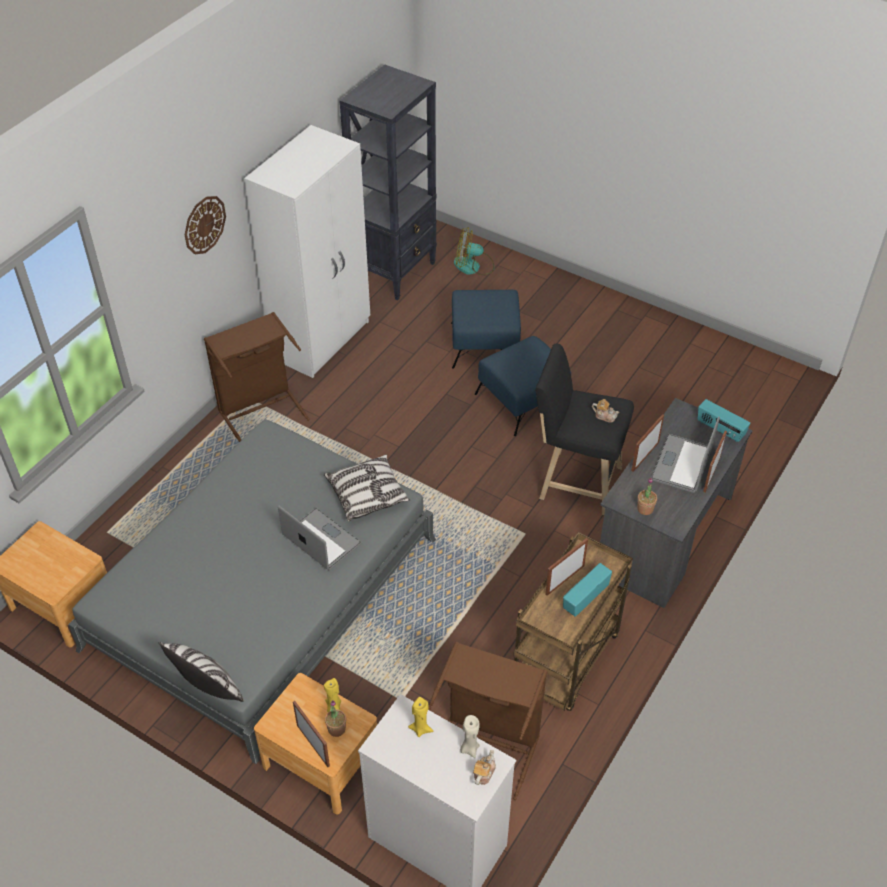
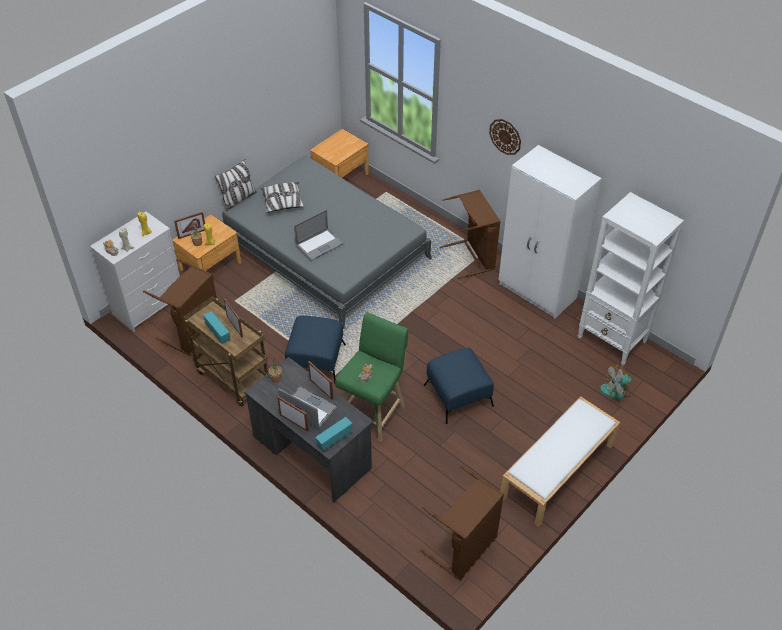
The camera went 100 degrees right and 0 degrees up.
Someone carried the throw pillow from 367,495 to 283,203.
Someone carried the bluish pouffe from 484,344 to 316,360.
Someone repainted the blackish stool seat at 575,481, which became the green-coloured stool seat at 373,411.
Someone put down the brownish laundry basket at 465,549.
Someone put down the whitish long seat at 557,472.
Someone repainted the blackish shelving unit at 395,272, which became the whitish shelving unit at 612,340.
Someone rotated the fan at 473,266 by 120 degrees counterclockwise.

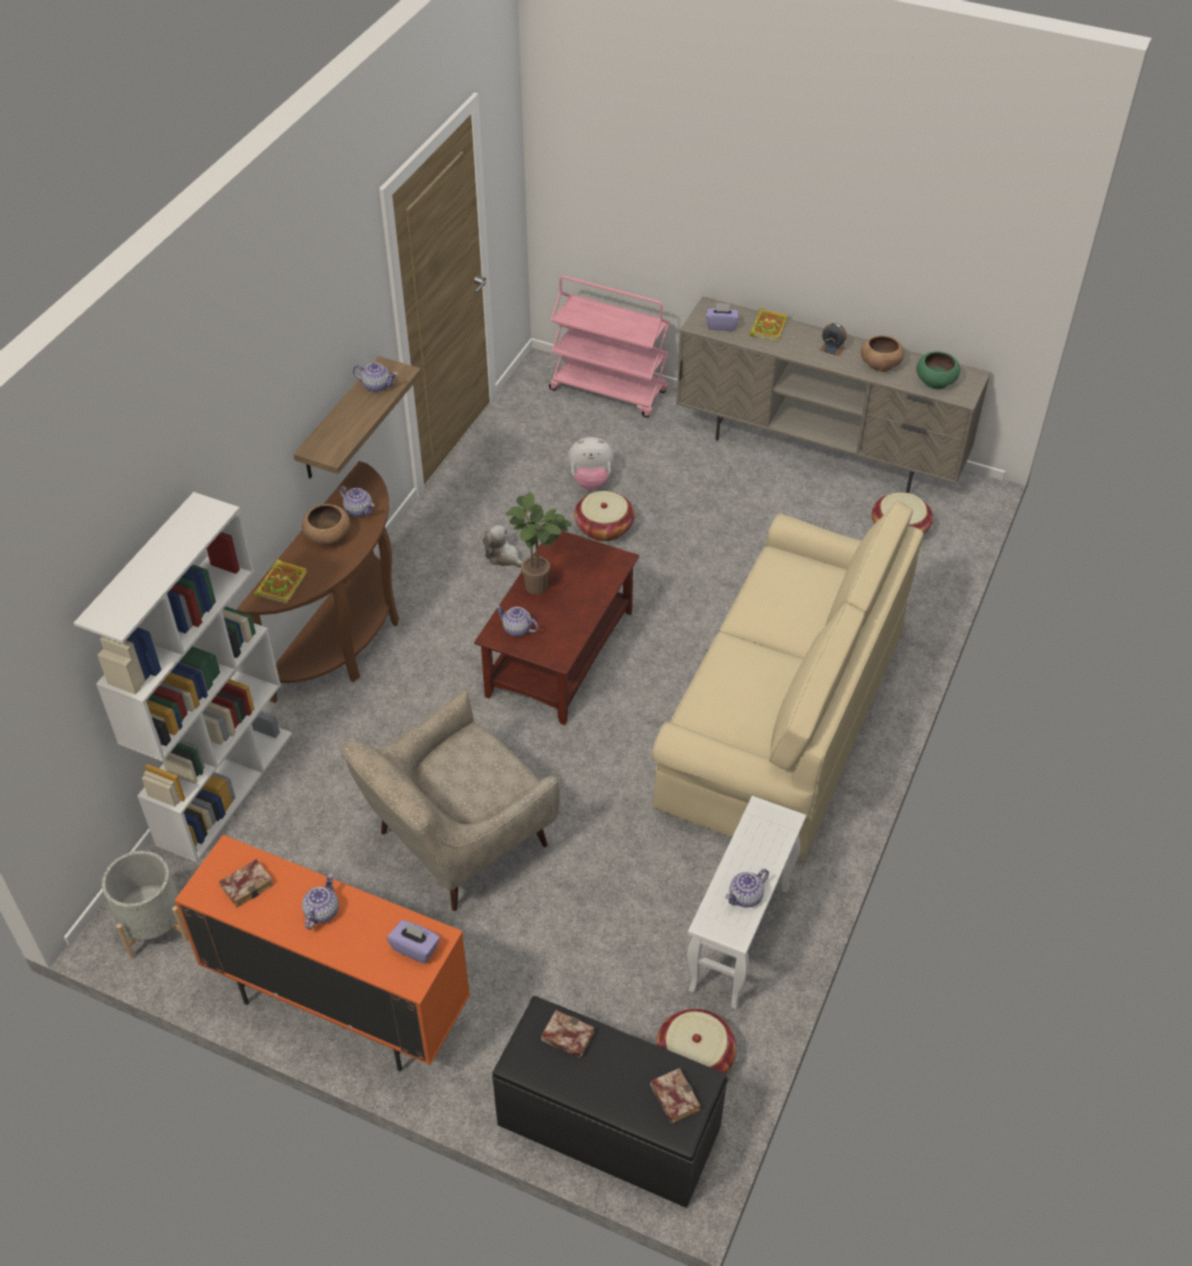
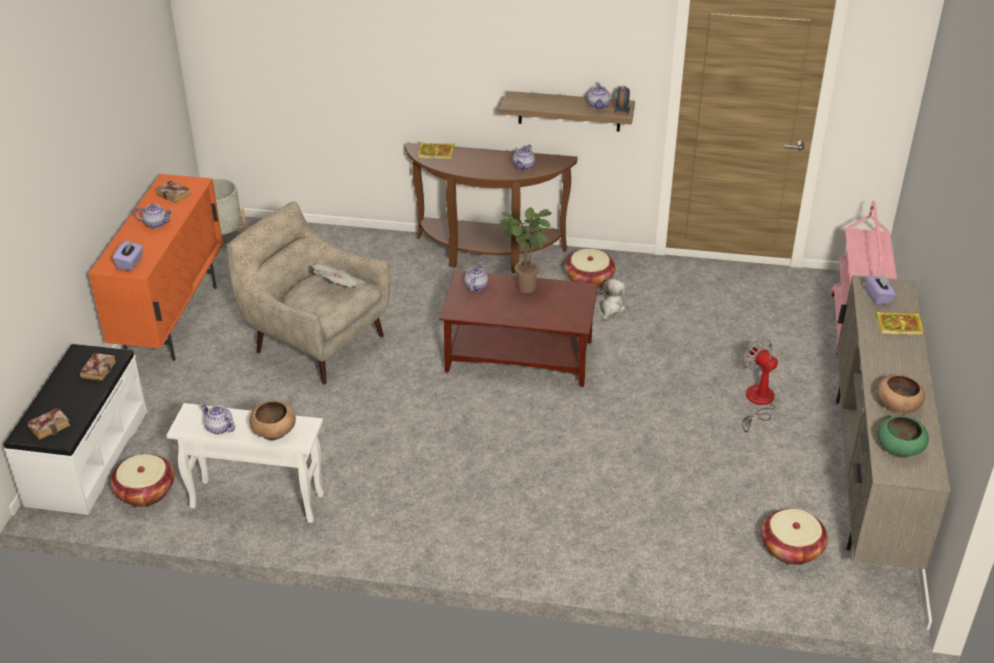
The camera went 75 degrees right and 10 degrees down.
Someone repainted the blackish long seat at 608,1127, which became the whitish long seat at 86,457.
Someone carried the brownish bowl from 328,536 to 274,432.
Someone put down the daily paper at 340,286.
Someone carried the household basket from 604,527 to 589,280.
Someone carried the bedside clock from 832,348 to 621,110.
Someone put down the fan at 758,402.
Someone took away the whitish shelving unit at 225,787.
Someone took away the plush toy at 590,481.
Someone took away the beige sofa at 781,718.

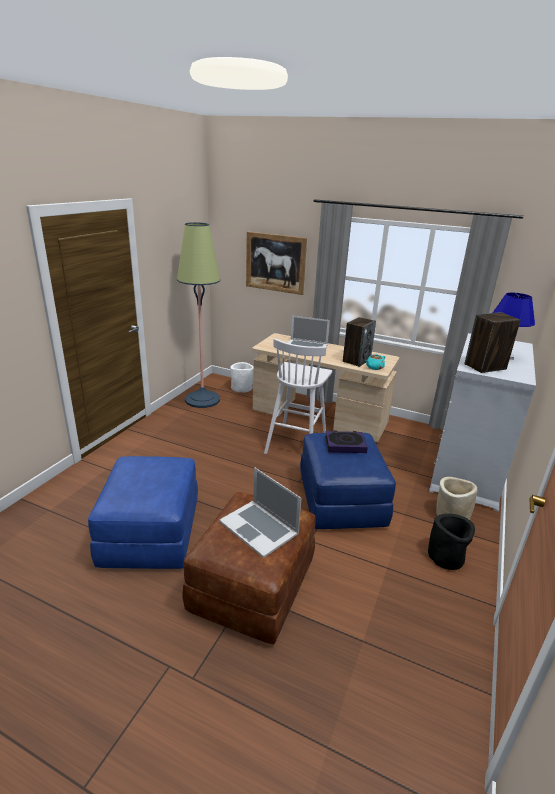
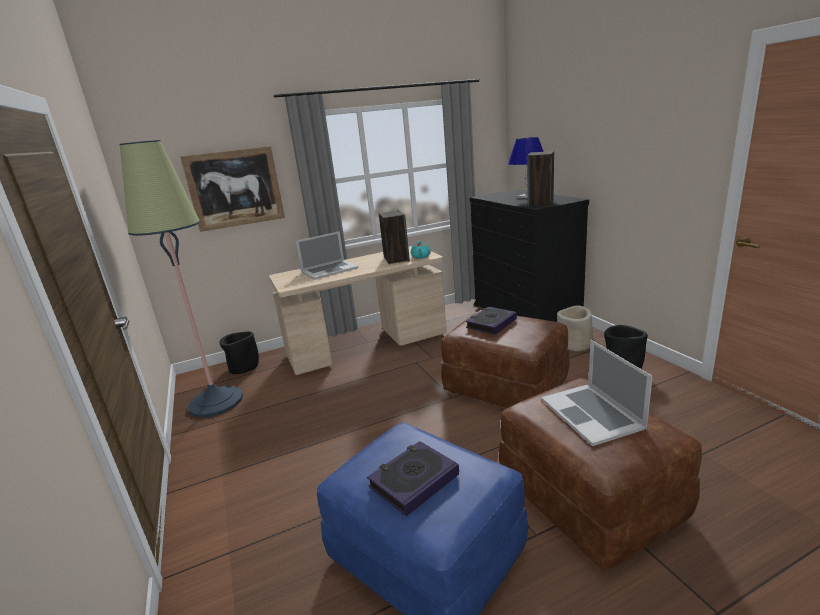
The camera went 45 degrees left and 5 degrees down.
Someone repainted the whitish flower pot at 242,388, which became the blackish flower pot at 244,367.
Someone put down the book at 413,481.
Someone repainted the bluish pouffe at 341,501, which became the brownish pouffe at 506,385.
Someone repainted the whitish chest of drawers at 467,469, which became the blackish chest of drawers at 526,314.
Someone rotated the notebook computer at 259,527 by 75 degrees clockwise.
Someone took away the whitish stool seat at 296,443.

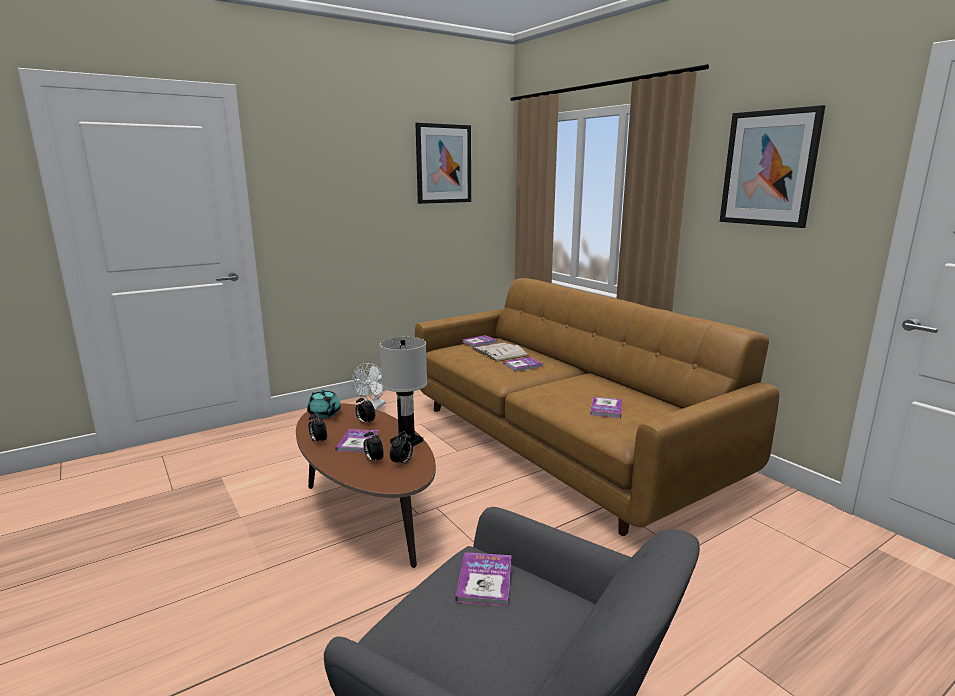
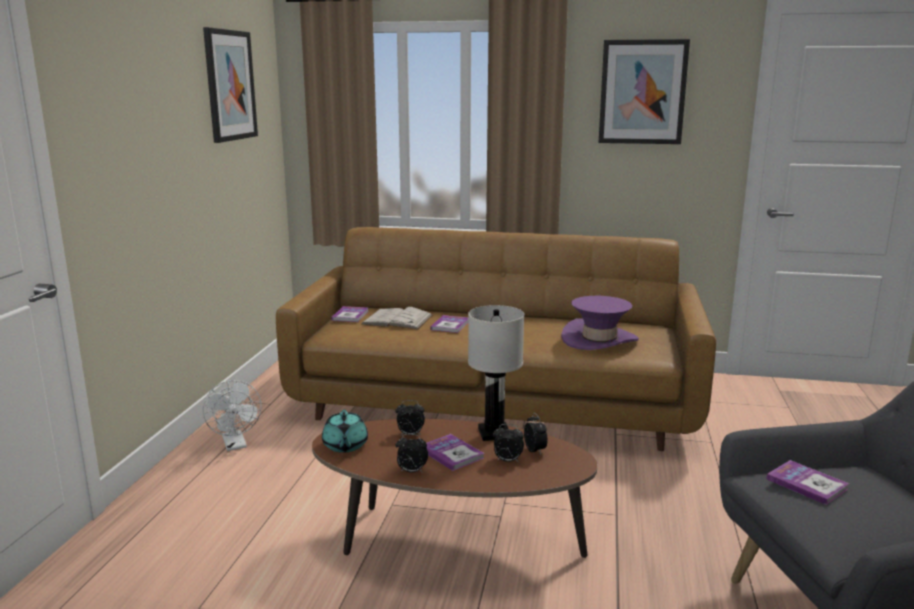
The camera went 45 degrees left and 0 degrees up.
Someone rotated the blue-green tea pot at 324,414 by 75 degrees clockwise.
Someone swapped the book at 606,408 for the purple clothing hat at 599,339.

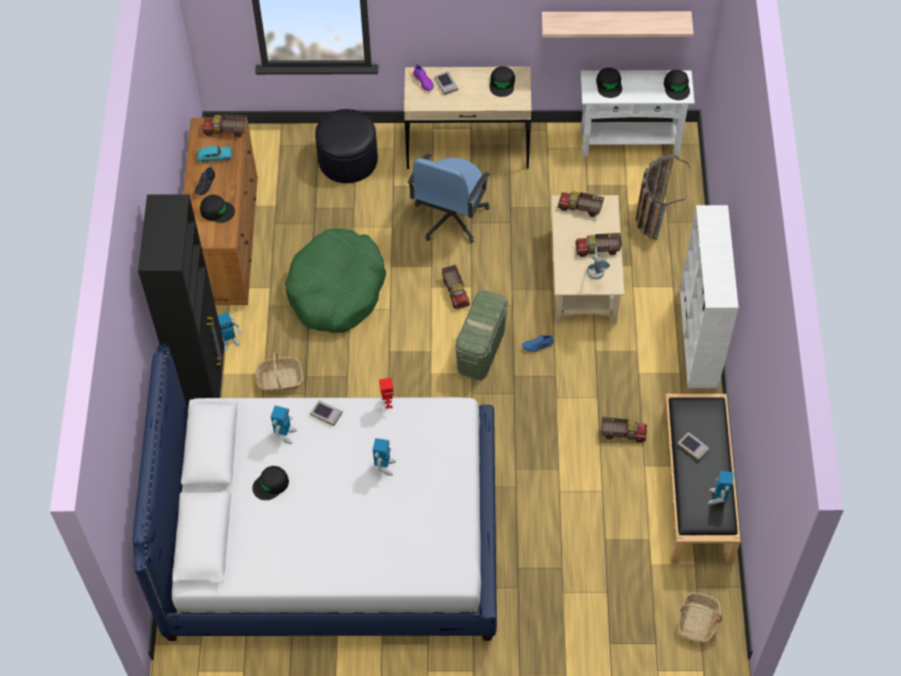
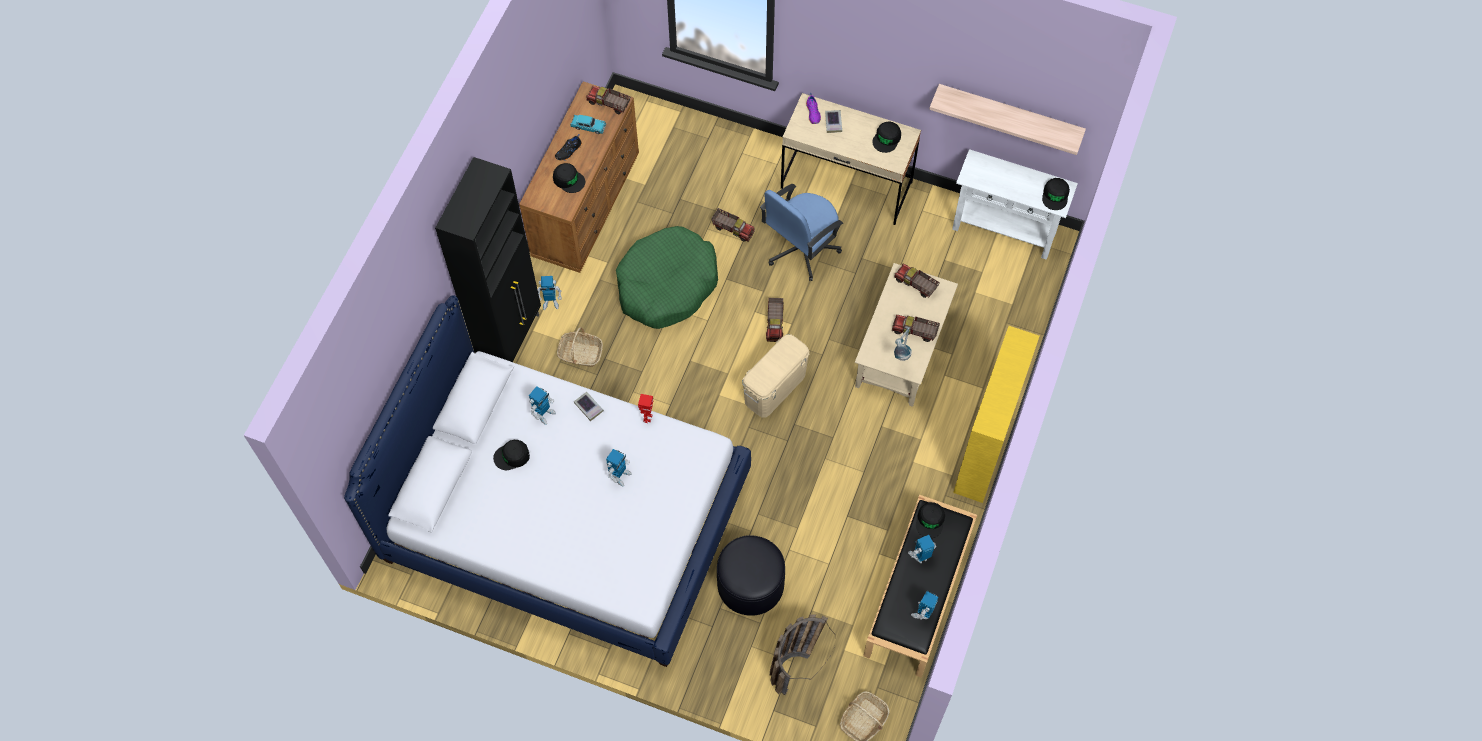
The camera went 20 degrees right and 5 degrees up.
Someone carried the toy truck from 623,433 to 733,229.
Someone carried the blackish pouffe from 347,160 to 750,584.
Someone repainted the green-coloured storage box at 481,350, which became the beige storage box at 775,388.
Someone carried the household basket from 654,214 to 796,662.
Someone swapped the book at 693,447 for the toy robot at 920,556.
Someone carried the blackish baseball cap from 609,85 to 930,521.
Someone repainted the whitish shelving unit at 699,339, which became the yellowish shelving unit at 985,448.
Someone took away the bluish shoe at 538,346.

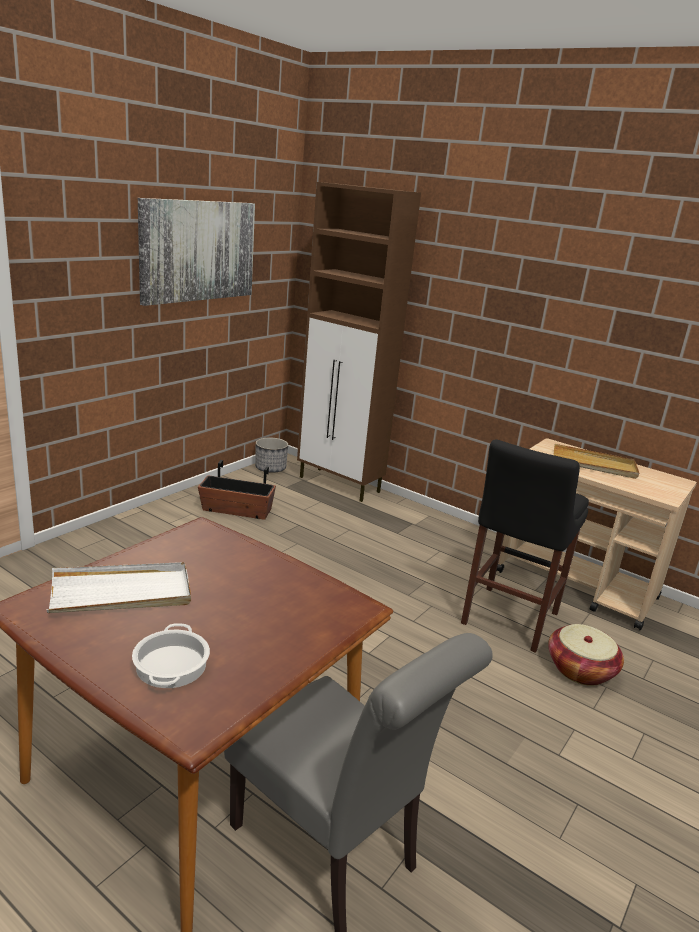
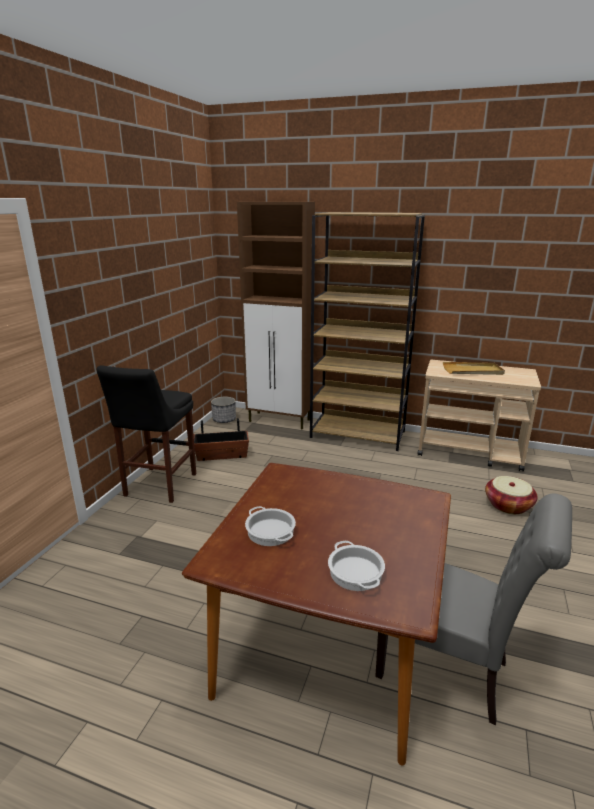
The camera went 15 degrees left and 0 degrees up.
Someone carried the blackish stool seat from 507,620 to 158,486.
Someone swapped the whitish serving tray at 121,593 for the cooking pot at 271,531.
Someone put down the brownish shelving unit at 358,434.
Someone took away the wall picture at 198,251.

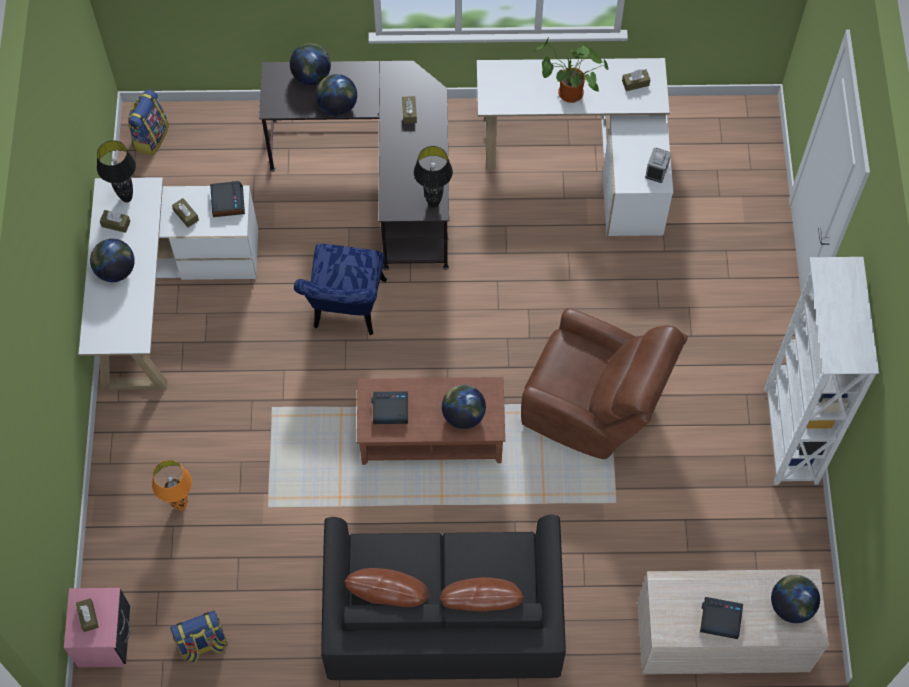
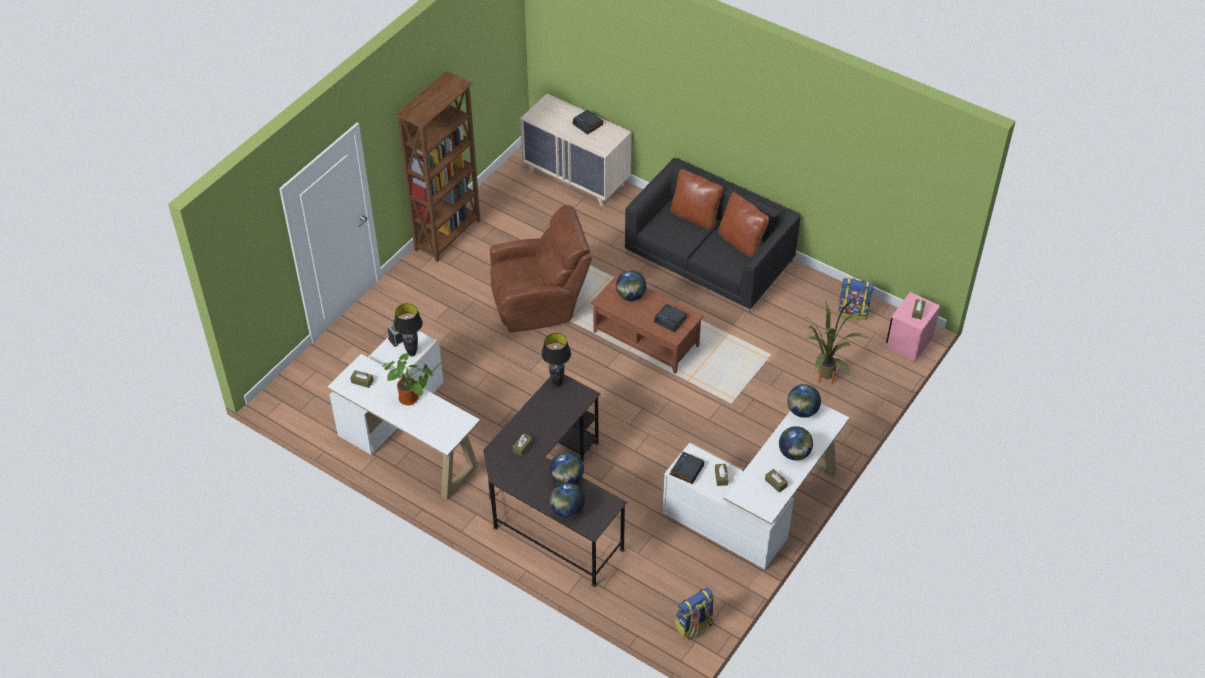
The camera went 145 degrees left and 15 degrees down.
Someone carried the blackish tabletop lamp from 127,198 to 411,353.
Someone repainted the whitish shelving unit at 789,437, which became the brownish shelving unit at 448,235.
Someone rotated the brownish armchair at 593,407 by 105 degrees clockwise.
Someone carried the globe from 791,605 to 802,411.
Someone swapped the orange-coloured tabletop lamp at 181,506 for the potted plant at 823,382.
Someone took away the bluish plain chair at 346,310.

